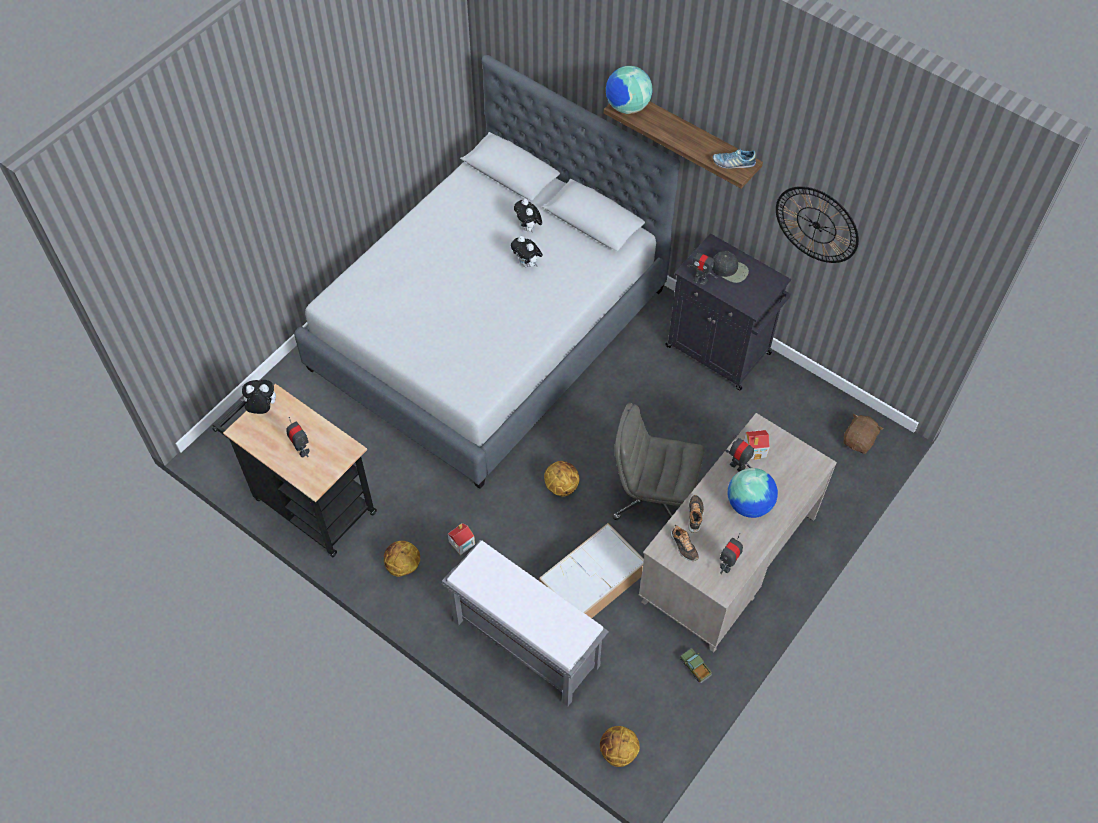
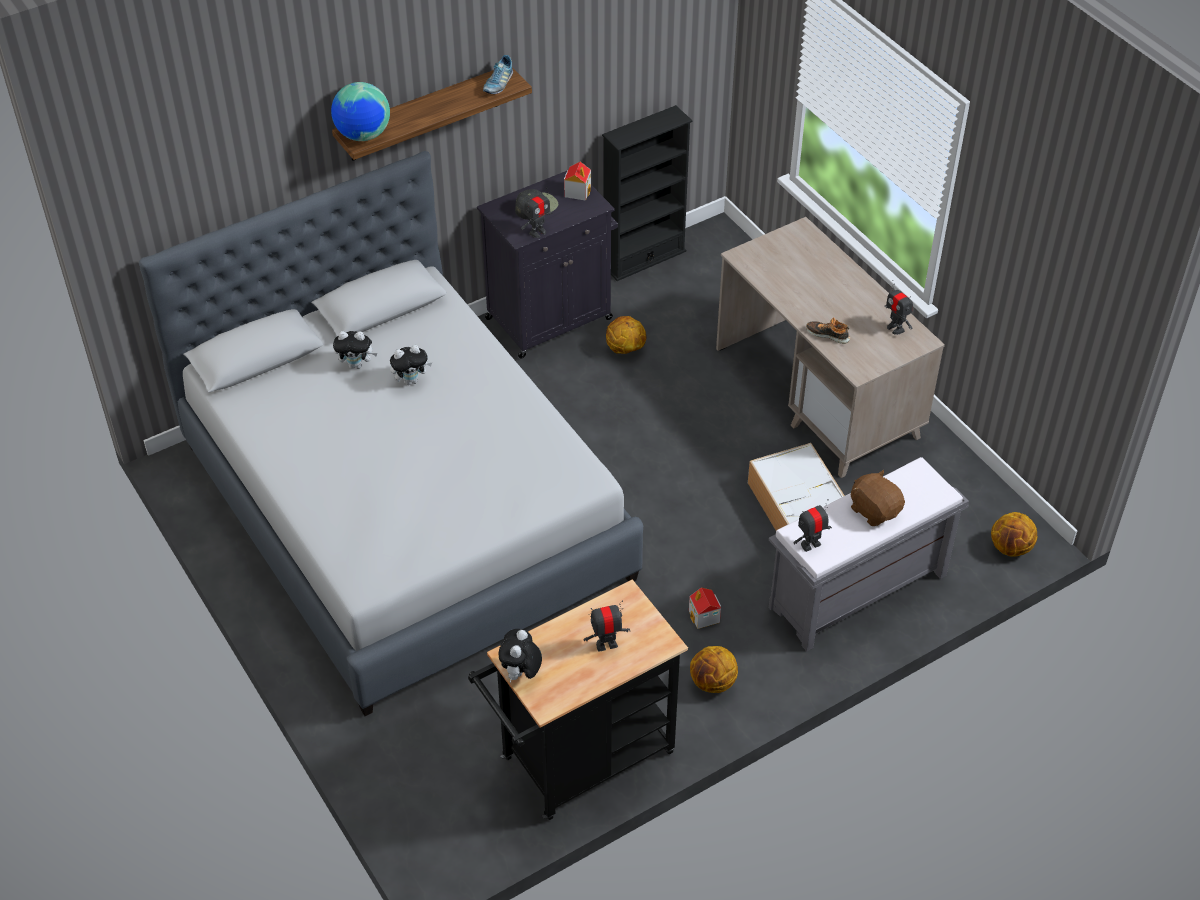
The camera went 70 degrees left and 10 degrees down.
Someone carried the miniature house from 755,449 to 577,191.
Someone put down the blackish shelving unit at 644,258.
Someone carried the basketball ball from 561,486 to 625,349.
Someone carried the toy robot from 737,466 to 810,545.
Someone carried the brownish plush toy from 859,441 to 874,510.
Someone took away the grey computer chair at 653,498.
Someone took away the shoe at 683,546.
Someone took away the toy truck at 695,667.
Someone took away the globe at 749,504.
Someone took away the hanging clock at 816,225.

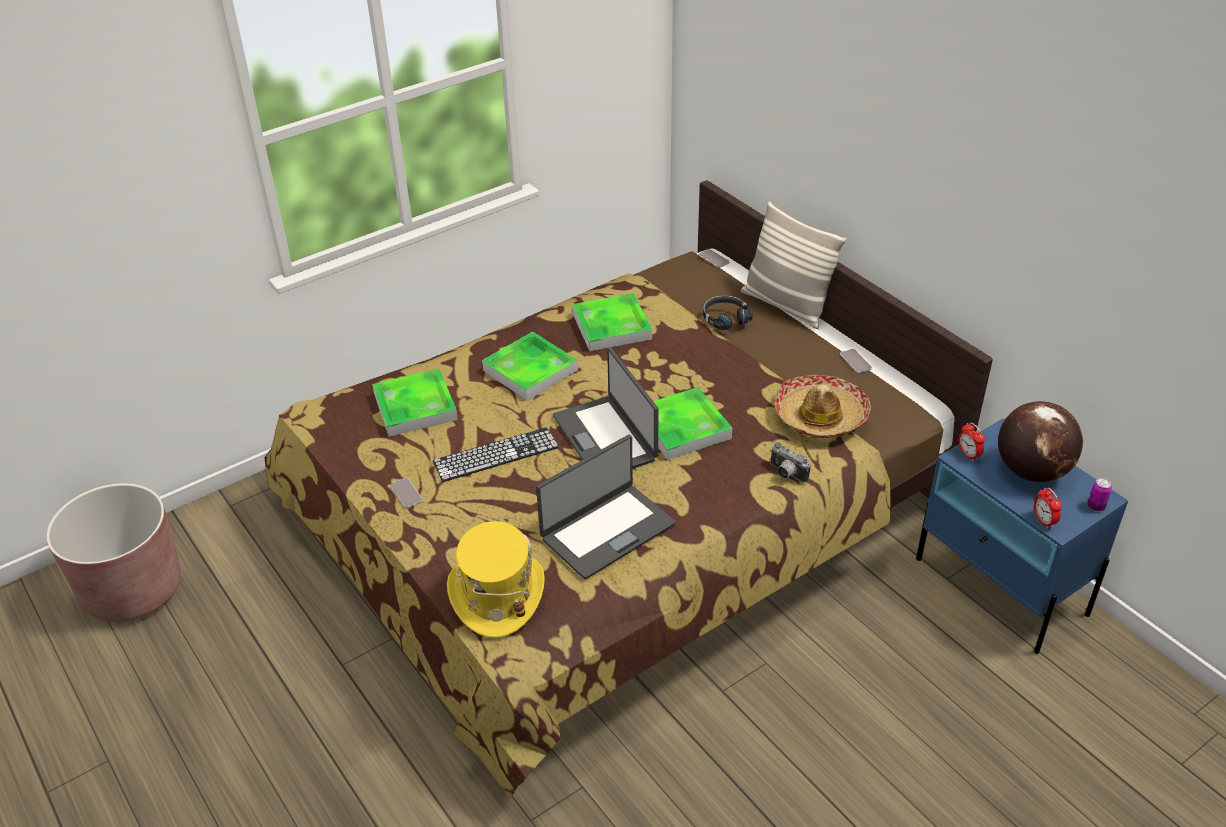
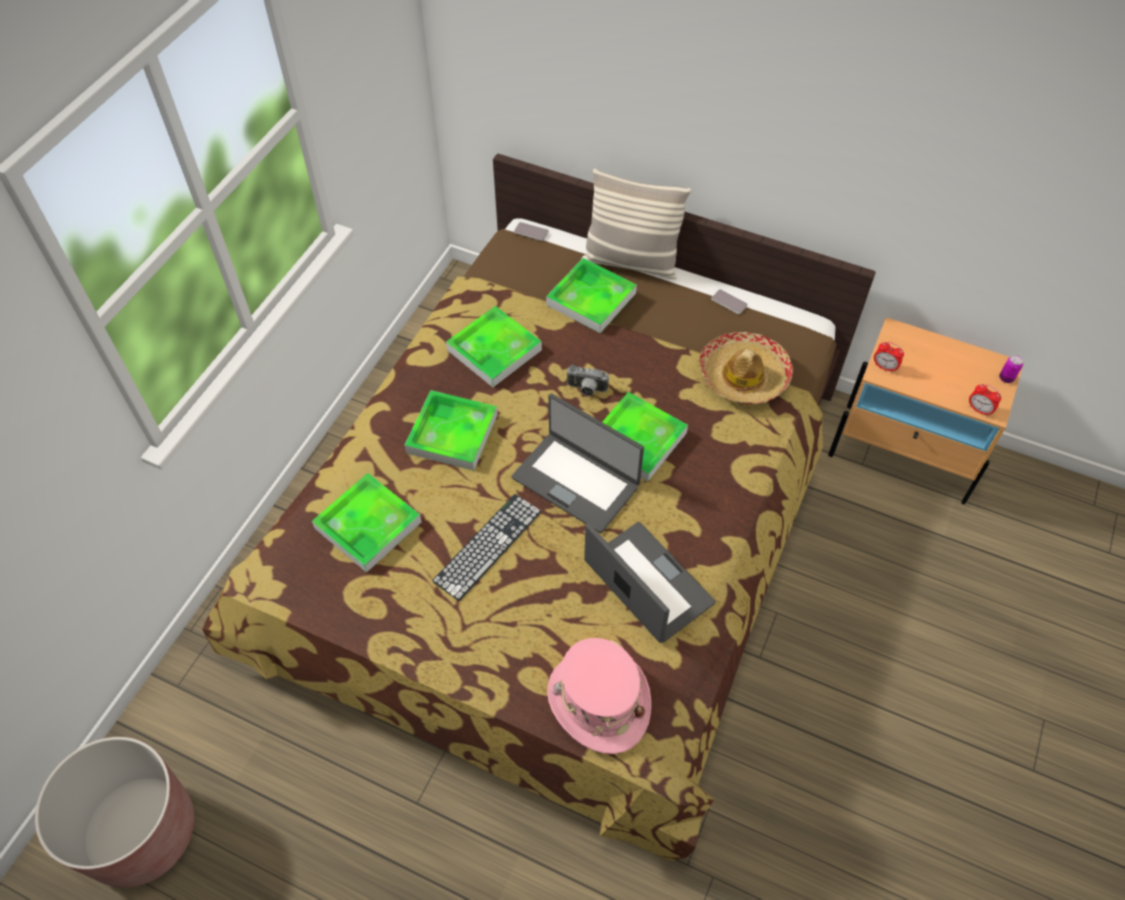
The camera went 30 degrees left and 15 degrees up.
Someone swapped the blackish headphones at 725,318 for the serving tray at 591,299.
Someone repainted the yellowish clothing hat at 497,595, which became the pink-coloured clothing hat at 598,702.
Someone carried the still camera from 786,474 to 586,389.
Someone rotated the notebook computer at 607,530 by 60 degrees counterclockwise.
Someone repainted the bluish night table at 1001,587, which became the beige night table at 905,453.
Someone took away the telephone at 406,493.
Someone took away the globe at 1031,471.

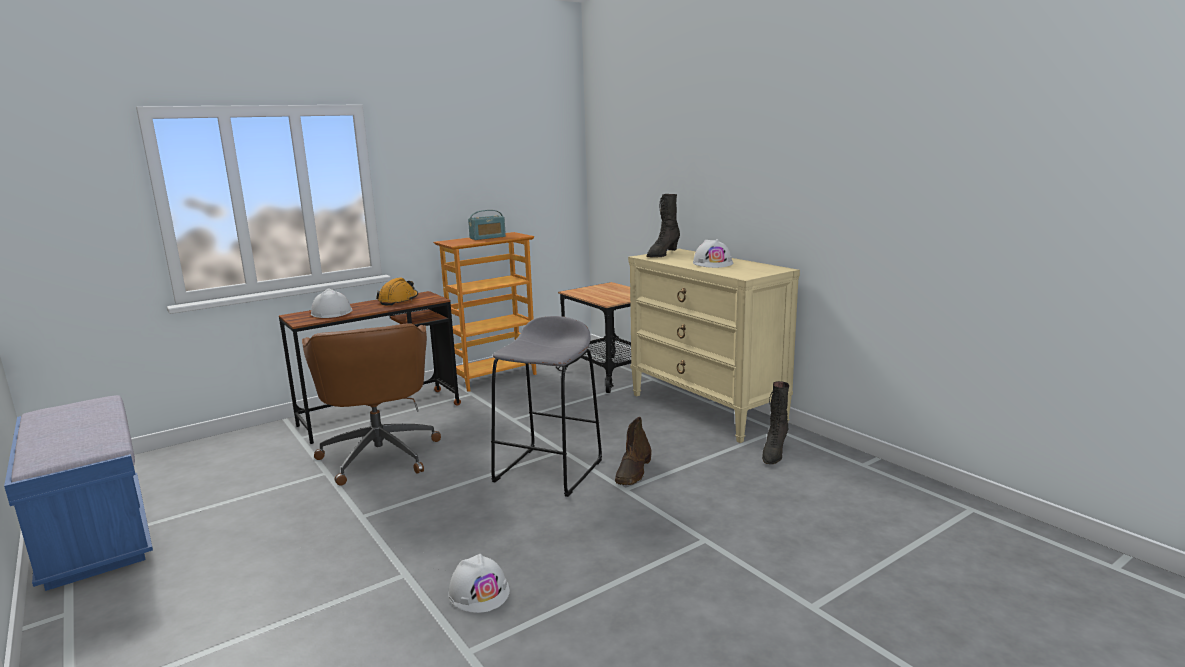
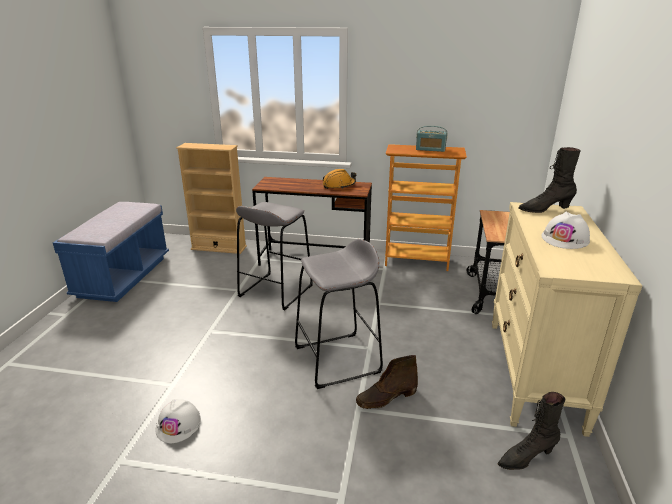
The camera went 45 degrees right and 10 degrees up.
Someone put down the beige shelving unit at 219,248.
Someone swapped the brownish computer chair at 380,454 for the grey stool seat at 275,291.
Someone took away the whitish hard hat at 331,312.

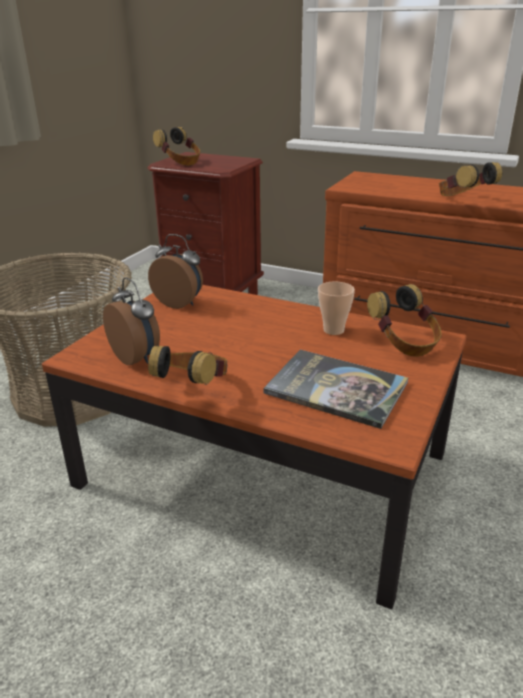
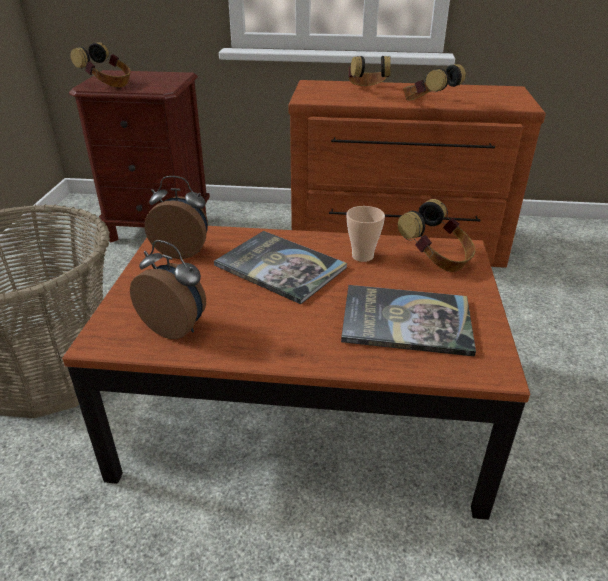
The camera went 20 degrees left and 5 degrees up.
Someone put down the book at 280,267.
Someone carried the headphones from 194,388 to 367,91.

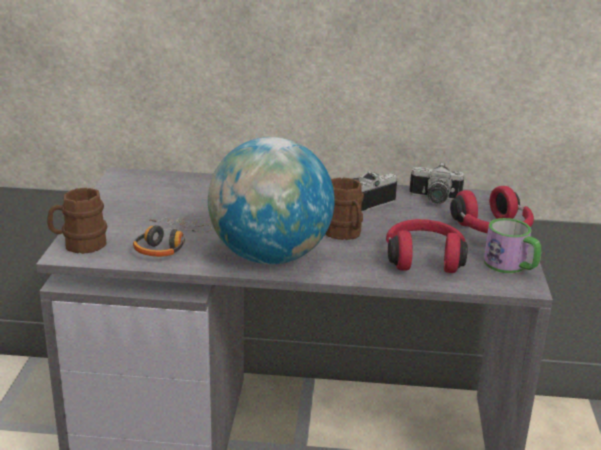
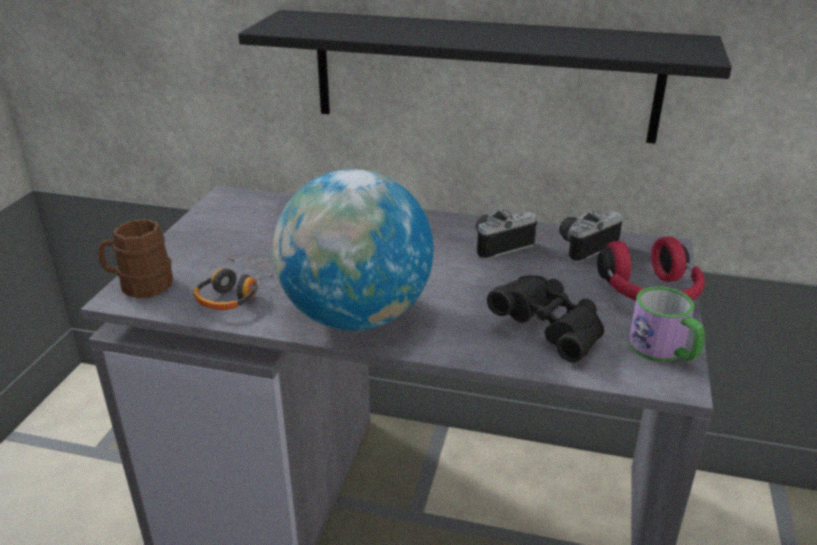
The camera went 10 degrees right and 5 degrees up.
Someone put up the blackish wall shelf at 483,76.
Someone swapped the reddish headphones at 424,258 for the blackish binoculars at 549,331.
Someone rotated the still camera at 434,199 by 120 degrees clockwise.
Someone took away the brownish tea mug at 344,234.

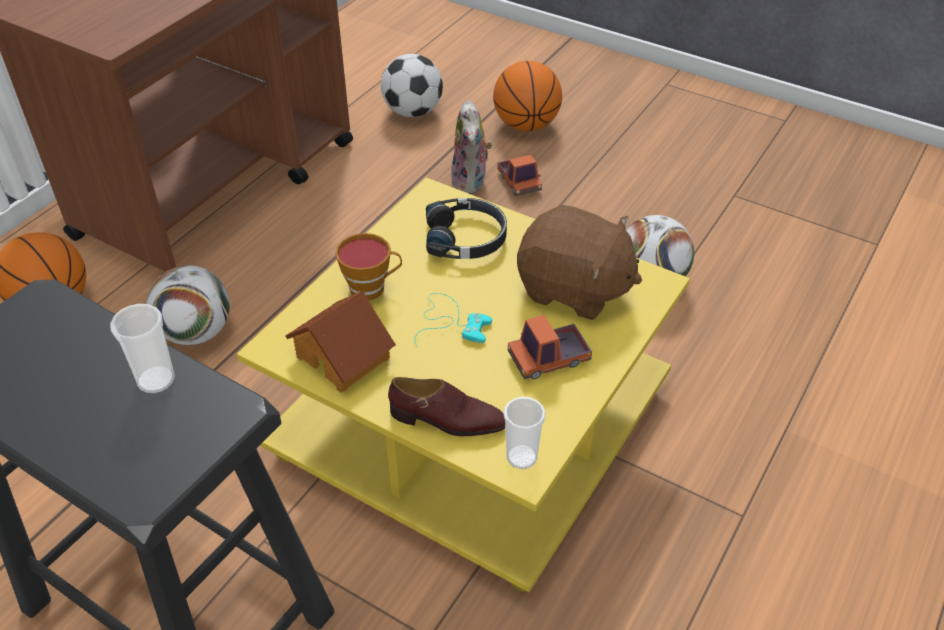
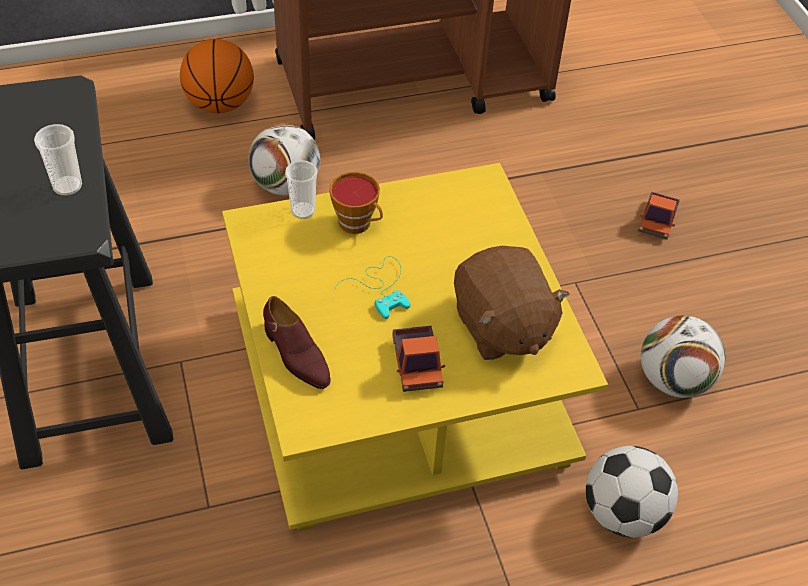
The camera went 40 degrees right and 5 degrees up.
Someone carried the drinking cup from 521,457 to 303,211.
Someone rotated the toy truck at 548,359 by 120 degrees counterclockwise.
Someone carried the ball for football from 413,111 to 623,513.
Someone took away the miniature house at 344,356.
Someone took away the blackish headphones at 466,238.
Someone took away the plush toy at 471,182.
Someone took away the basketball ball at 526,125.

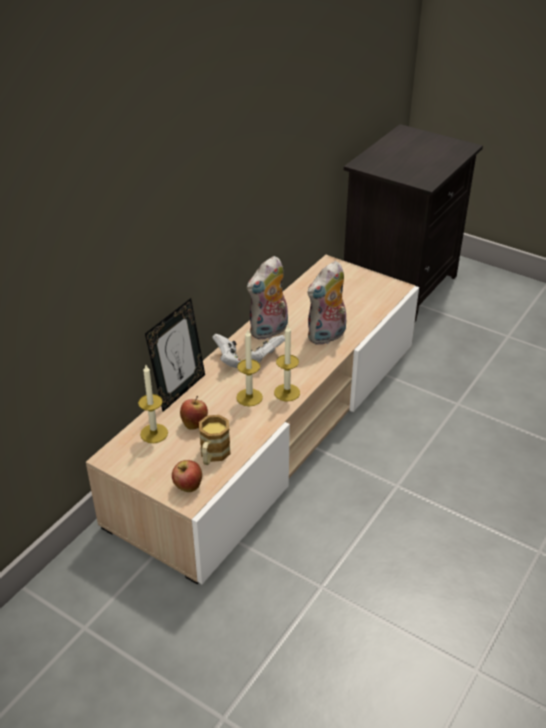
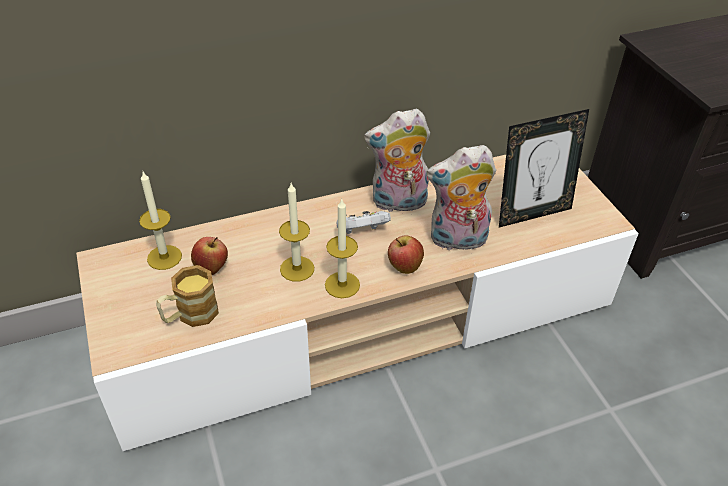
The camera went 35 degrees right and 5 degrees up.
Someone carried the whole apple from 188,487 to 404,267.
Someone carried the picture frame from 180,390 to 532,213.
Someone took away the whitish gamepad at 228,360.

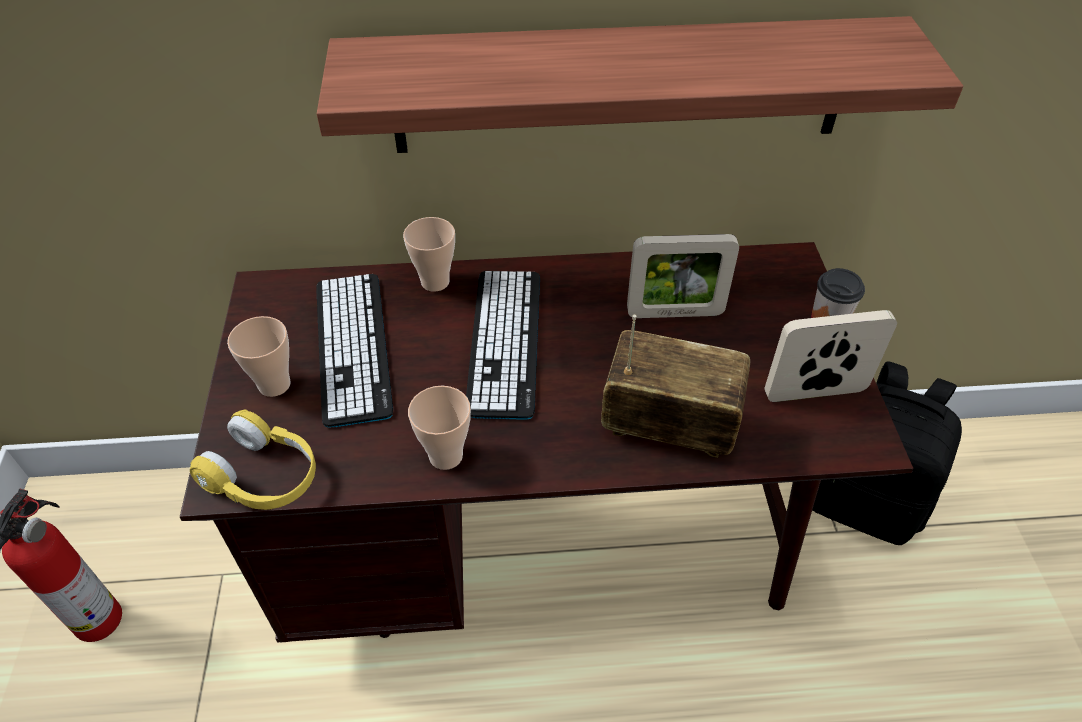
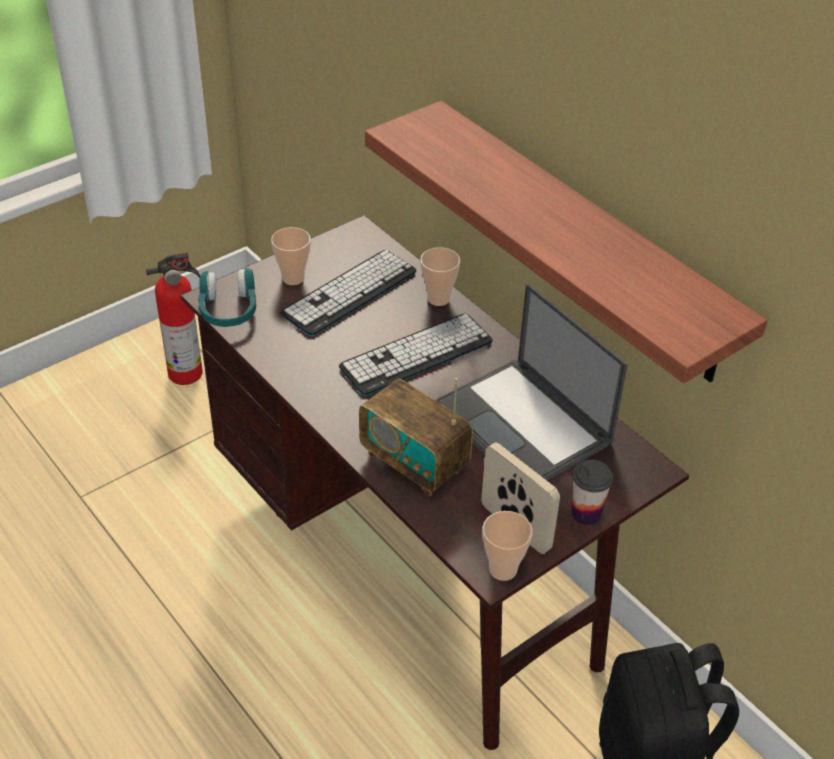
The camera went 55 degrees right and 5 degrees down.
Someone repainted the yellowish headphones at 264,477, which became the blue-green headphones at 228,310.
Someone rotated the radio receiver at 668,426 by 150 degrees clockwise.
Someone swapped the picture frame at 675,313 for the notebook computer at 524,425.
Someone carried the drinking cup from 446,456 to 503,569.

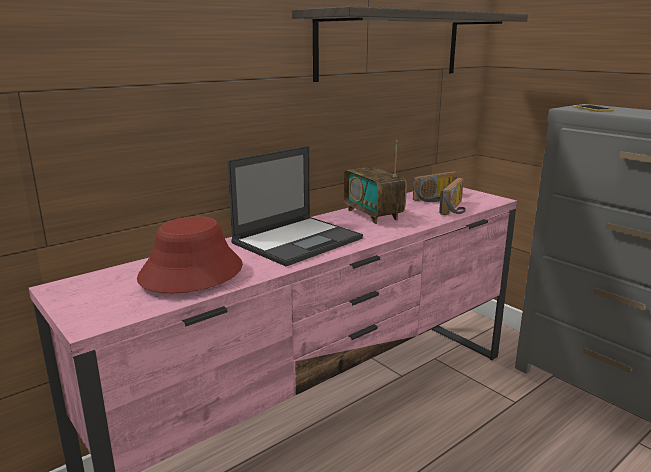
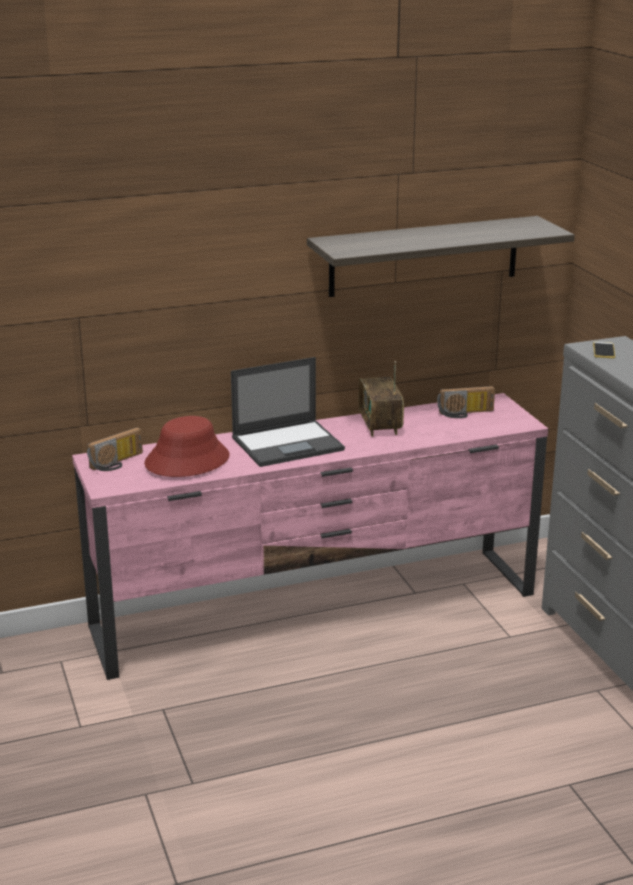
The camera went 20 degrees right and 5 degrees up.
Someone carried the radio receiver from 456,209 to 118,463.

